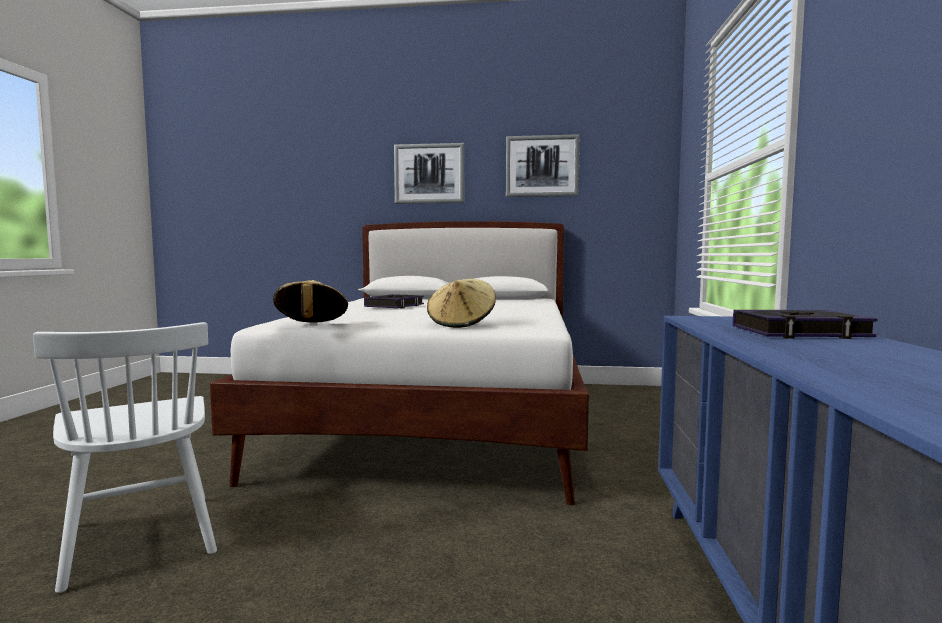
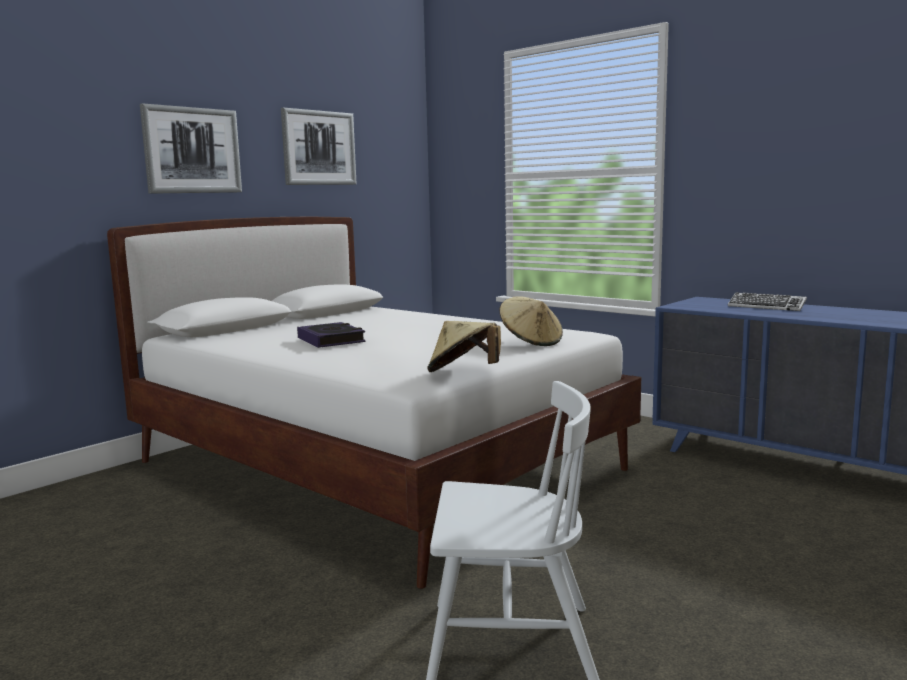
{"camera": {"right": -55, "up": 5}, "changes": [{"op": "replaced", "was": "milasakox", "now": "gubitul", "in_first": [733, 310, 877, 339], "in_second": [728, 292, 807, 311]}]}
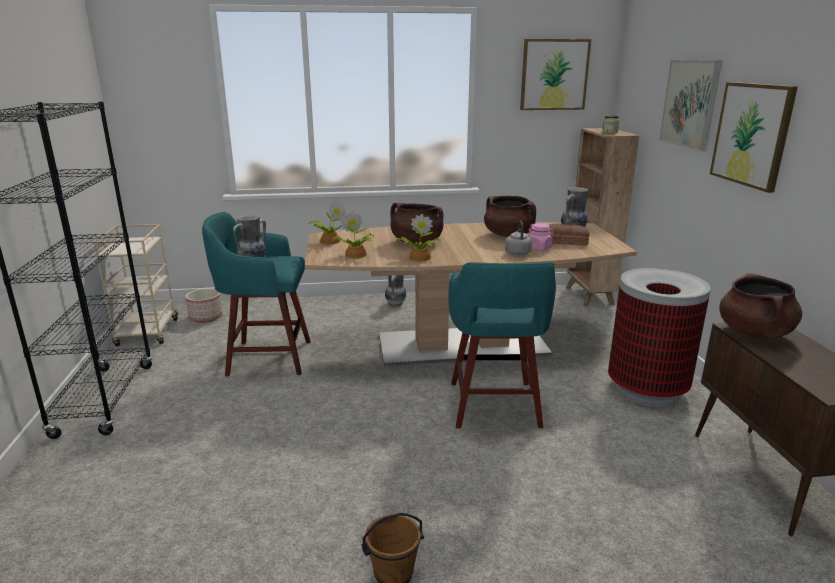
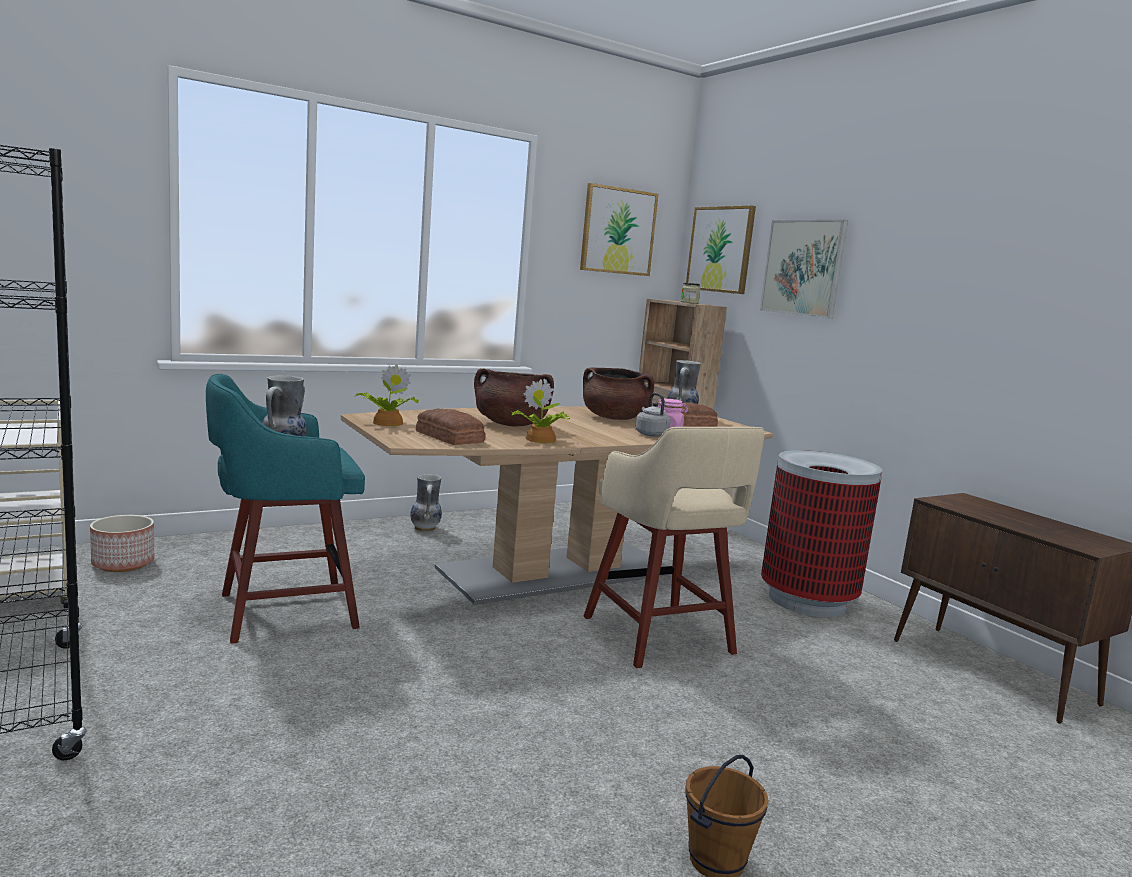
{"camera": {"right": -25, "up": -10}, "changes": [{"op": "replaced", "was": "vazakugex", "now": "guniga", "in_first": [332, 212, 374, 258], "in_second": [416, 408, 485, 445]}, {"op": "recoloured", "was": "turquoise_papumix", "now": "beige_papumix", "in_first": [448, 262, 556, 428], "in_second": [583, 427, 764, 668]}, {"op": "moved", "was": "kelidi", "in_first": [710, 82, 798, 193], "in_second": [686, 205, 756, 294]}, {"op": "removed", "was": "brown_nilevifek", "in_first": [719, 273, 802, 339]}]}
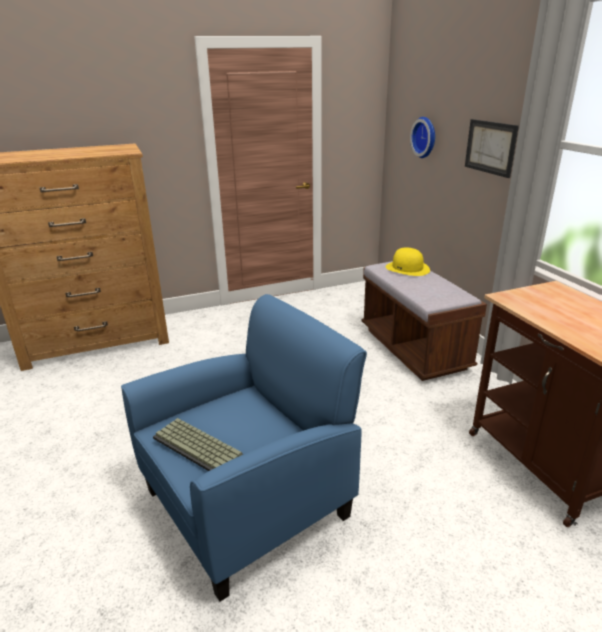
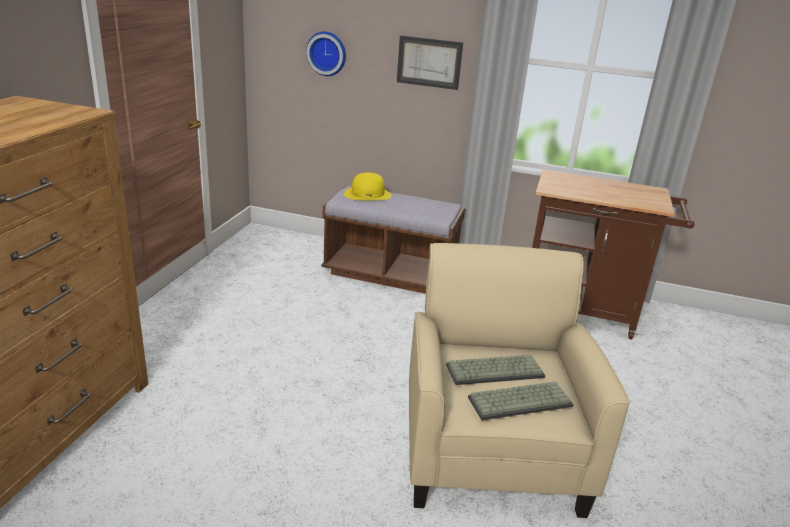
{"camera": {"right": -55, "up": 0}, "changes": [{"op": "recoloured", "was": "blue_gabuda", "now": "beige_gabuda", "in_first": [121, 294, 367, 602], "in_second": [409, 243, 630, 518]}, {"op": "added", "now": "gubitul", "in_second": [446, 355, 545, 385]}]}
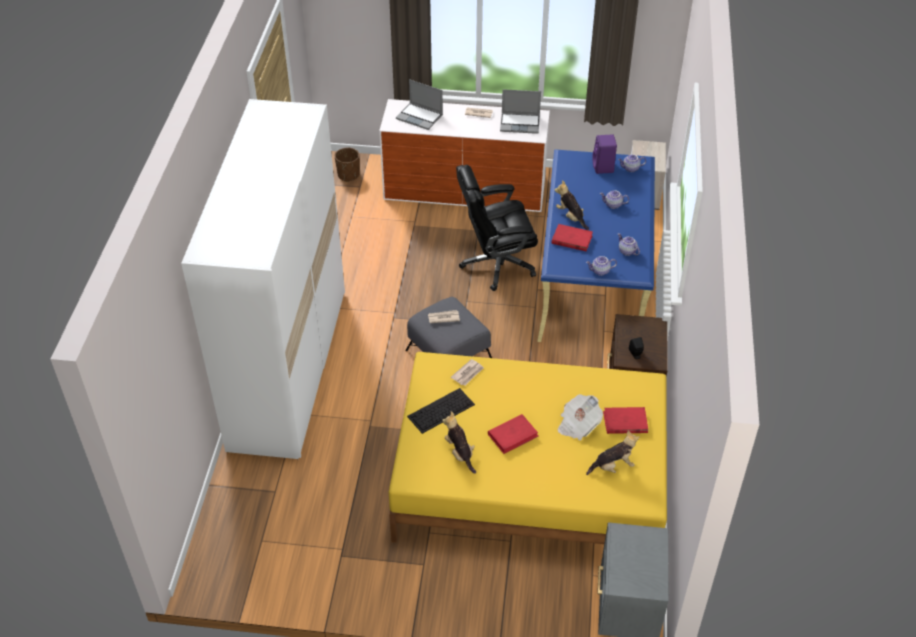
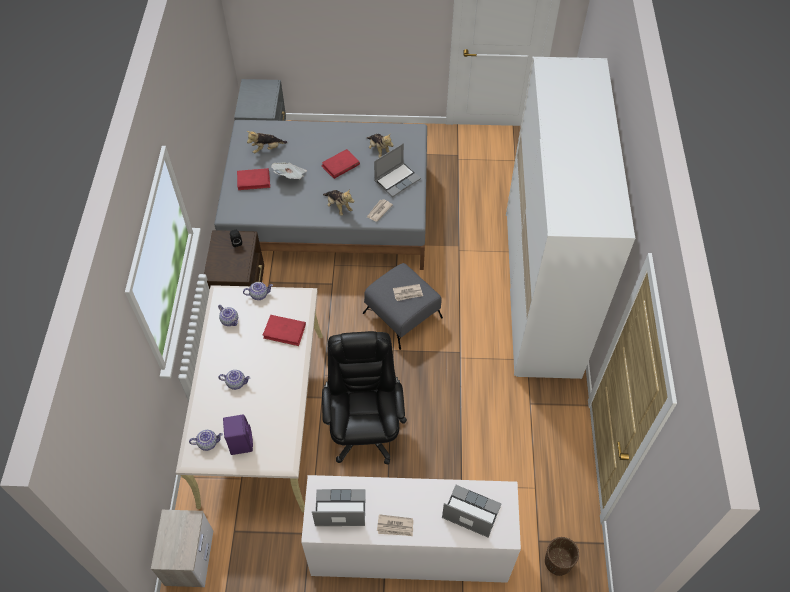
{"camera": {"right": 175, "up": 10}, "changes": [{"op": "recoloured", "was": "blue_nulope", "now": "beige_nulope", "in_first": [537, 150, 655, 342], "in_second": [176, 285, 323, 512]}, {"op": "recoloured", "was": "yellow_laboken", "now": "grey_laboken", "in_first": [389, 352, 667, 544], "in_second": [214, 120, 427, 270]}, {"op": "turned", "was": "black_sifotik", "in_first": [456, 165, 538, 291], "in_second": [322, 331, 407, 465], "clockwise": -75}, {"op": "moved", "was": "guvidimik", "in_first": [555, 180, 589, 230], "in_second": [323, 189, 354, 216]}, {"op": "replaced", "was": "gubitul", "now": "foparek", "in_first": [407, 388, 475, 434], "in_second": [374, 143, 421, 197]}]}
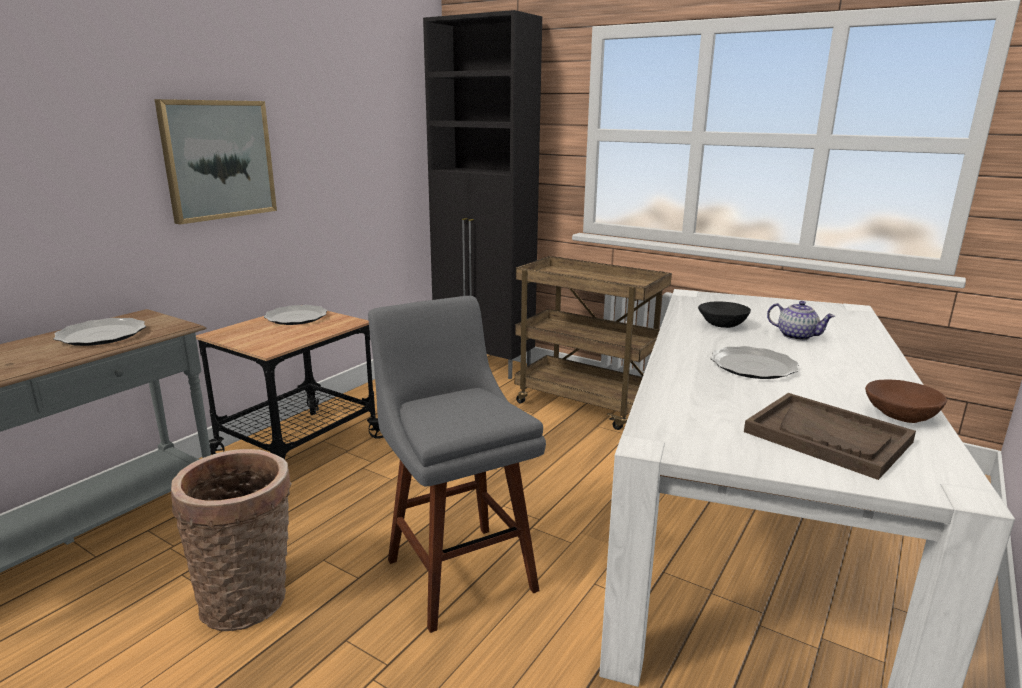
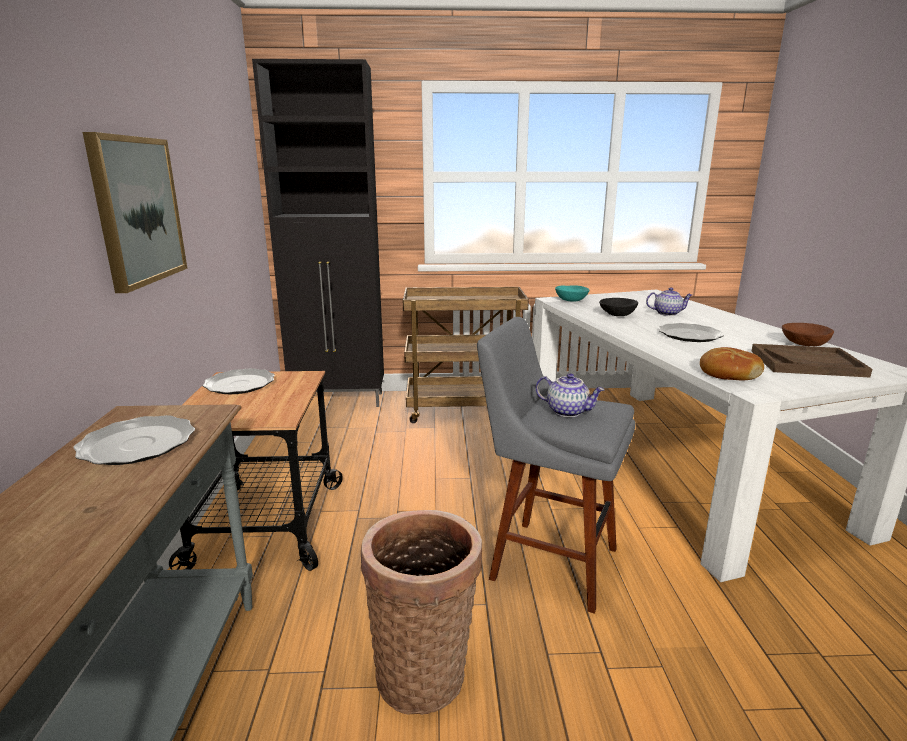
{"camera": {"right": -35, "up": 0}, "changes": [{"op": "added", "now": "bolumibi", "in_second": [536, 373, 605, 417]}, {"op": "added", "now": "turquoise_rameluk", "in_second": [555, 285, 590, 302]}, {"op": "added", "now": "guniga", "in_second": [700, 347, 764, 380]}]}
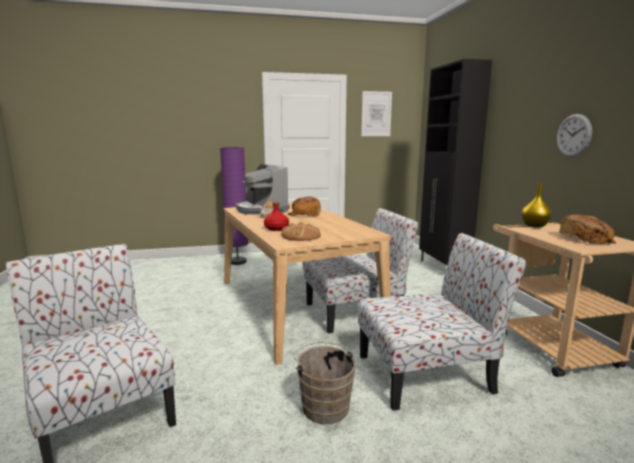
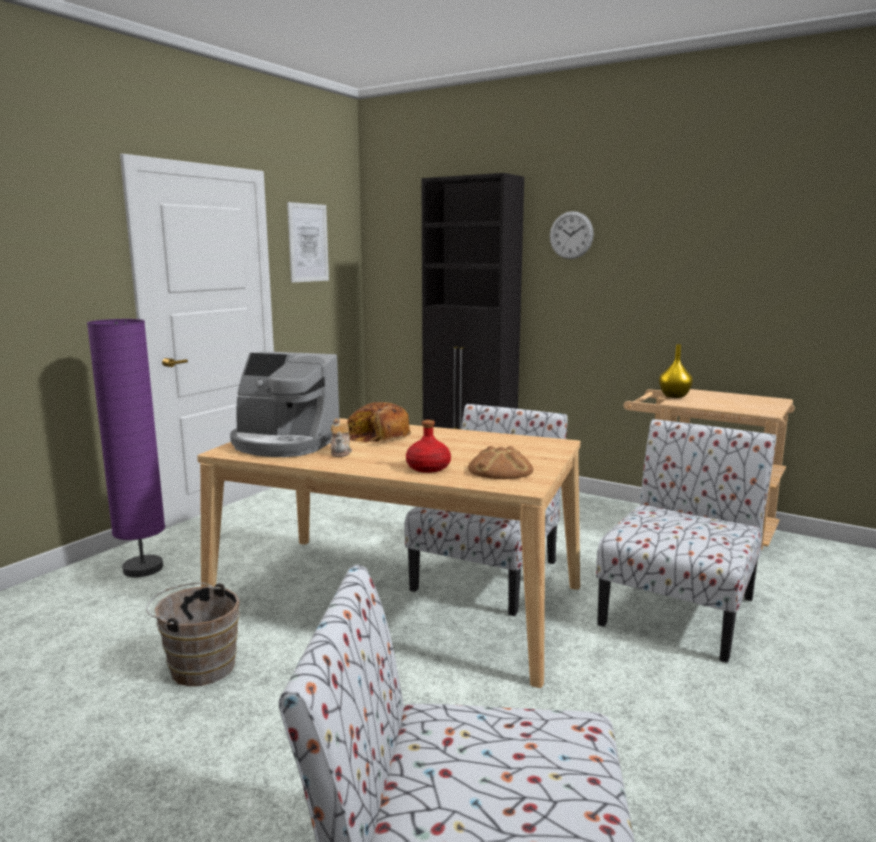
{"camera": {"right": -45, "up": 0}, "changes": [{"op": "moved", "was": "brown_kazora", "in_first": [294, 342, 356, 424], "in_second": [146, 583, 240, 686]}, {"op": "moved", "was": "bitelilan", "in_first": [557, 114, 592, 157], "in_second": [550, 211, 594, 259]}, {"op": "removed", "was": "guniga", "in_first": [559, 214, 616, 244]}]}
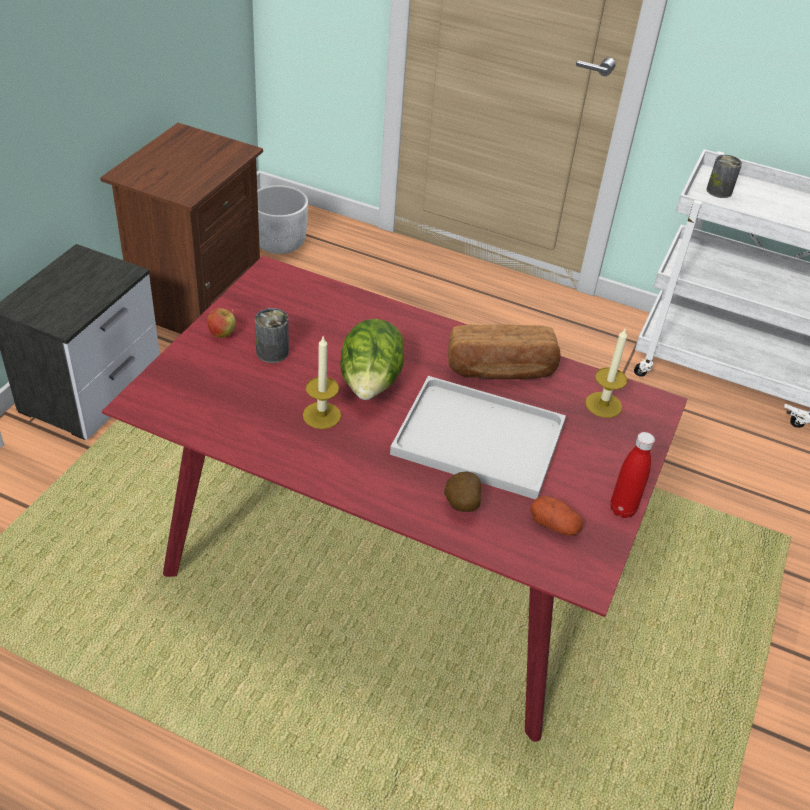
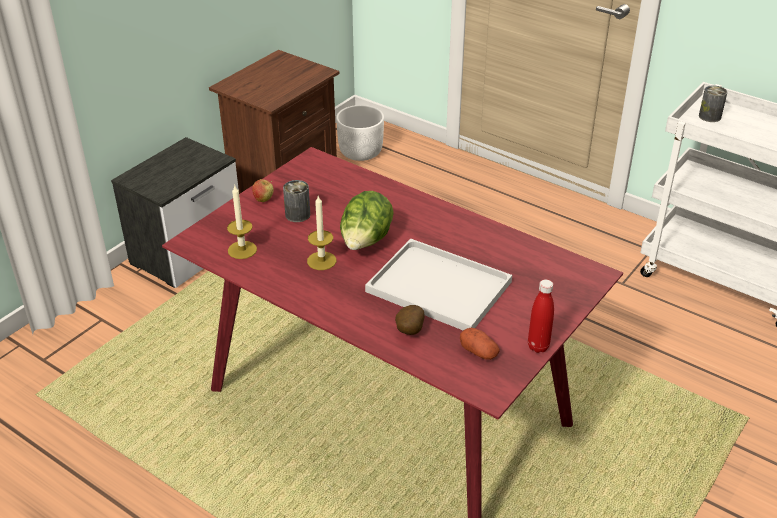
{"camera": {"right": 15, "up": -5}, "changes": [{"op": "moved", "was": "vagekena", "in_first": [585, 327, 627, 418], "in_second": [227, 186, 257, 259]}, {"op": "removed", "was": "guniga", "in_first": [448, 324, 561, 379]}]}
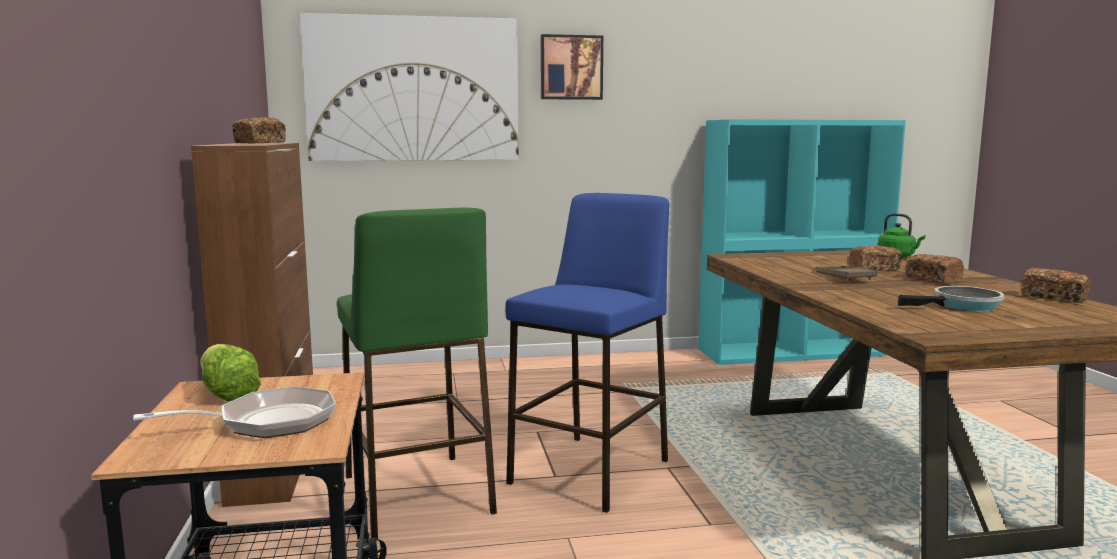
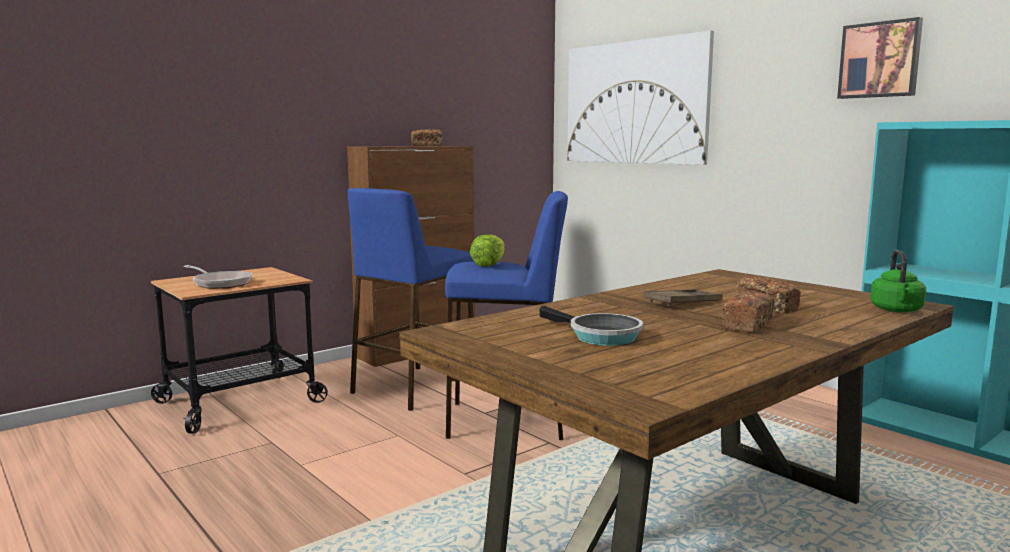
{"camera": {"right": 60, "up": 0}, "changes": [{"op": "recoloured", "was": "green_papumix", "now": "blue_papumix", "in_first": [337, 208, 497, 539], "in_second": [348, 188, 474, 411]}, {"op": "moved", "was": "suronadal", "in_first": [200, 344, 261, 402], "in_second": [470, 235, 505, 267]}, {"op": "moved", "was": "kelidi", "in_first": [540, 34, 603, 100], "in_second": [837, 17, 923, 99]}, {"op": "removed", "was": "guniga", "in_first": [1021, 268, 1091, 303]}]}
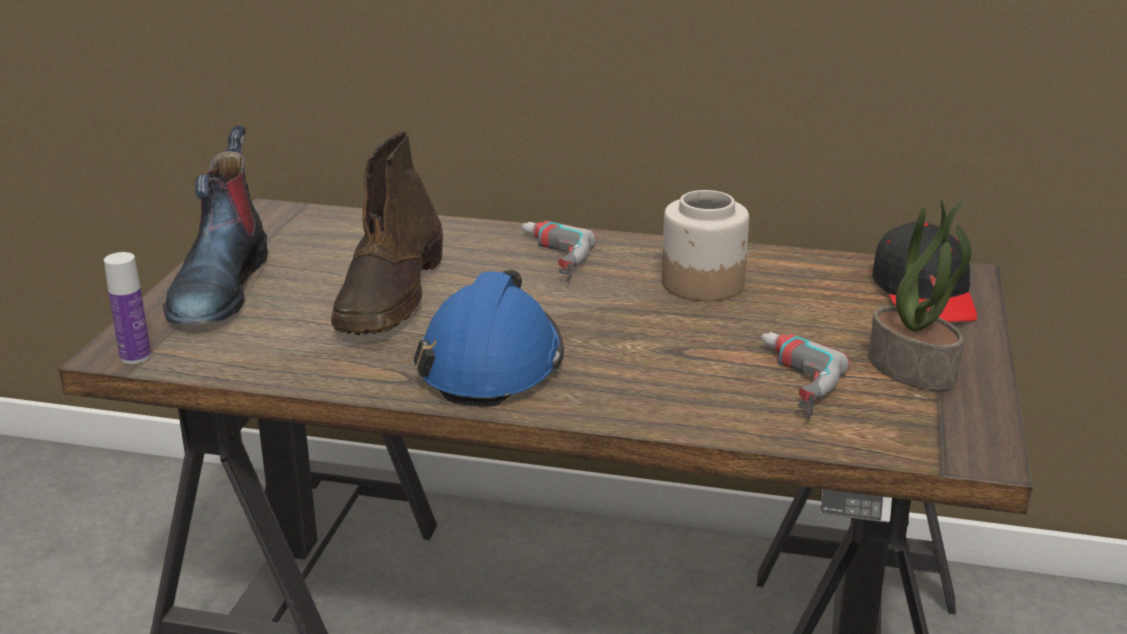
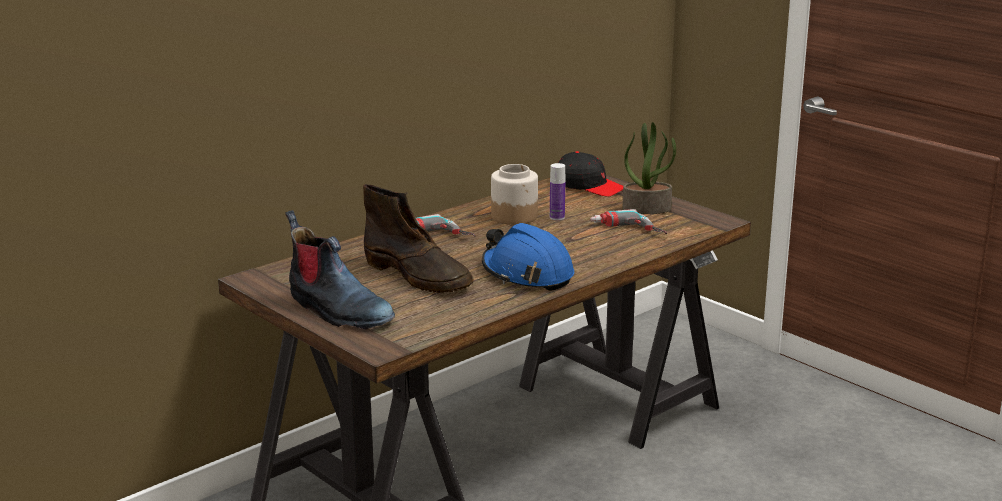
{"camera": {"right": -55, "up": -5}, "changes": [{"op": "moved", "was": "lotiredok", "in_first": [104, 252, 151, 364], "in_second": [550, 163, 565, 220]}]}
